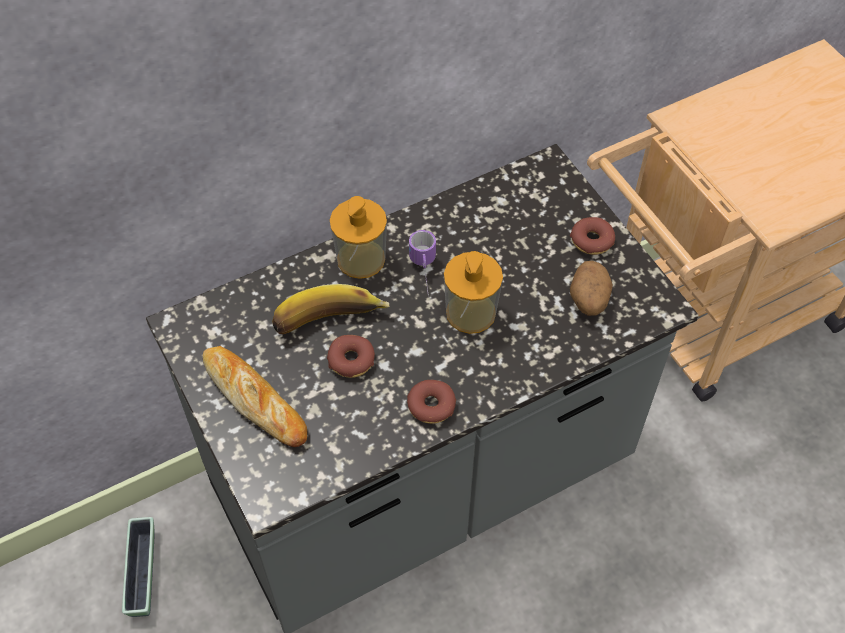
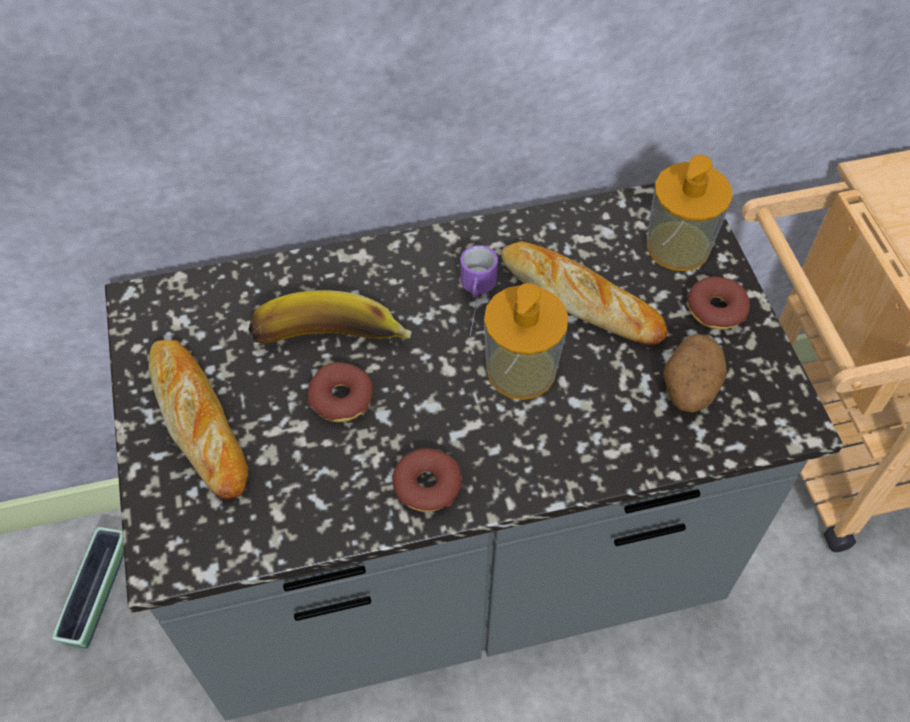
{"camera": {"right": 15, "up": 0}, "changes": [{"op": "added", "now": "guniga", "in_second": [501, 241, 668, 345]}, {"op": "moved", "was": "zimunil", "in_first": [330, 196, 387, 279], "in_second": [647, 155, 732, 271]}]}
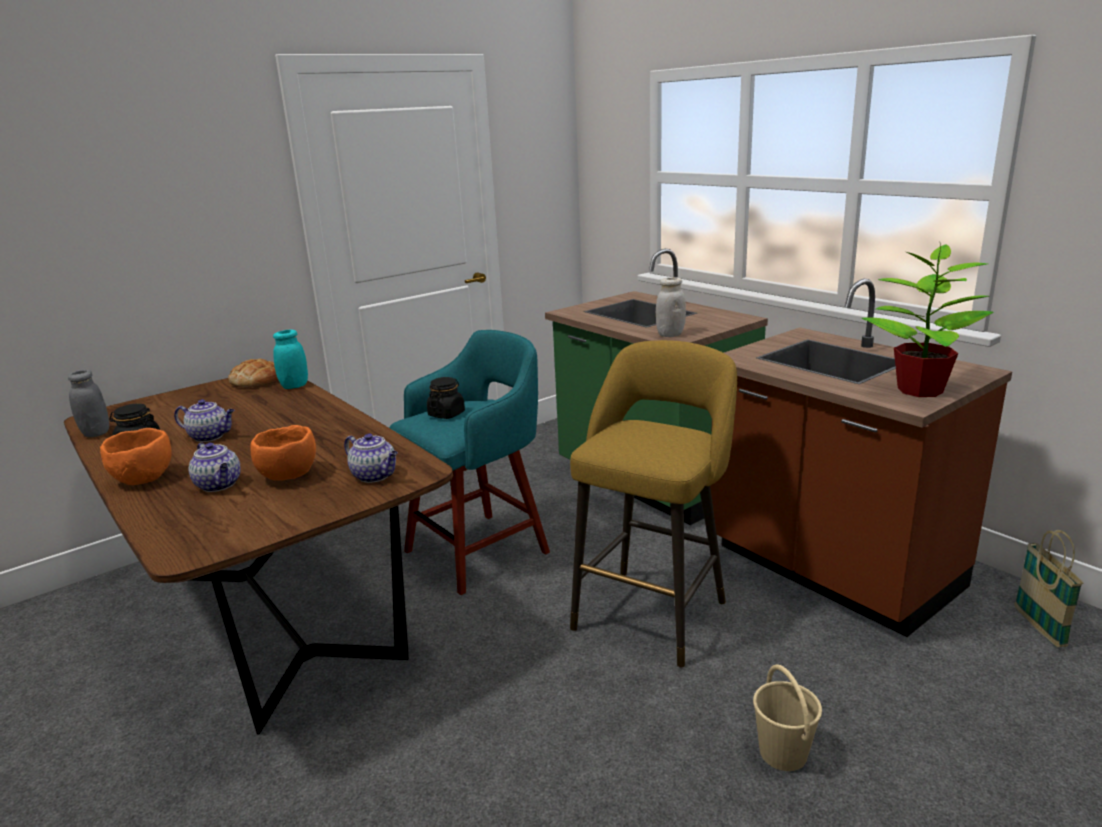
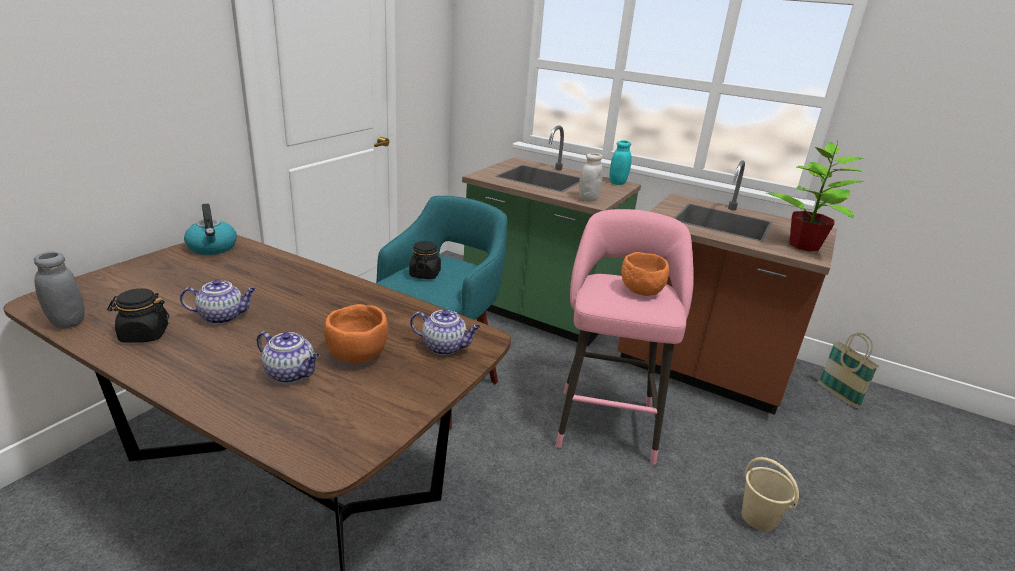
{"camera": {"right": -25, "up": 5}, "changes": [{"op": "replaced", "was": "guniga", "now": "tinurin", "in_first": [228, 359, 278, 387], "in_second": [184, 204, 237, 255]}, {"op": "recoloured", "was": "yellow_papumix", "now": "pink_papumix", "in_first": [570, 340, 737, 667], "in_second": [556, 209, 694, 465]}, {"op": "moved", "was": "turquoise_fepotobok", "in_first": [273, 330, 308, 389], "in_second": [610, 140, 632, 185]}, {"op": "moved", "was": "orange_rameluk", "in_first": [100, 428, 172, 485], "in_second": [621, 252, 669, 296]}]}
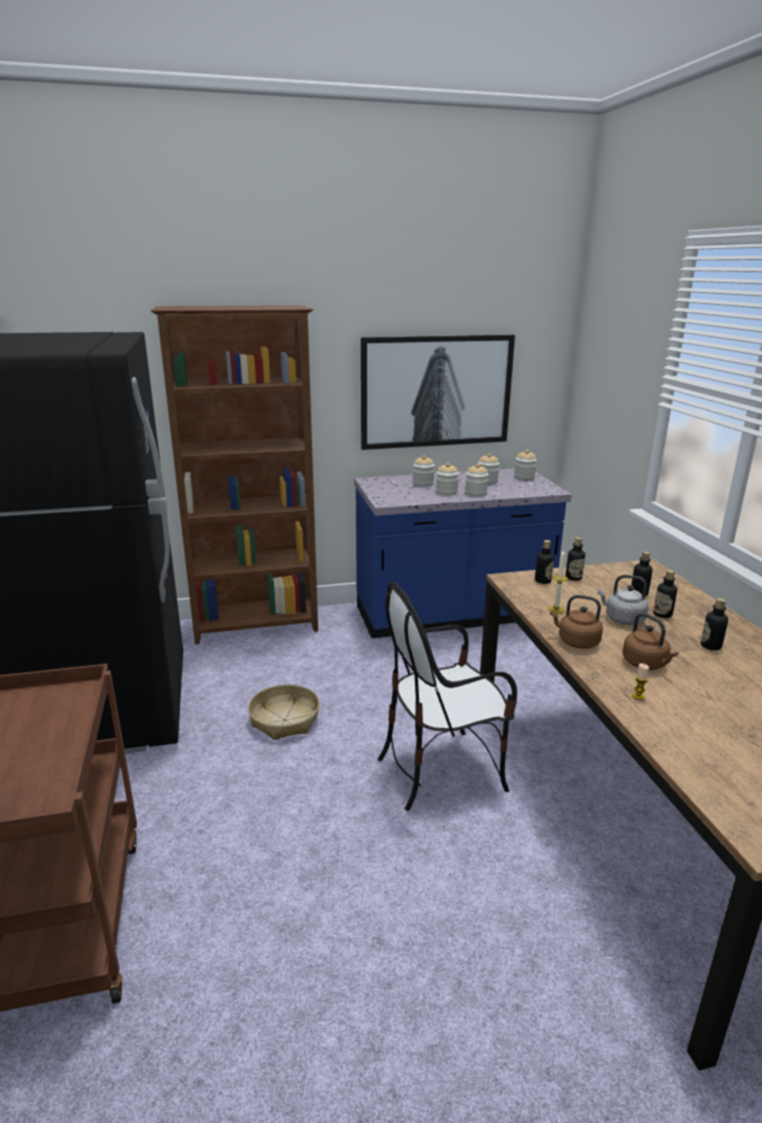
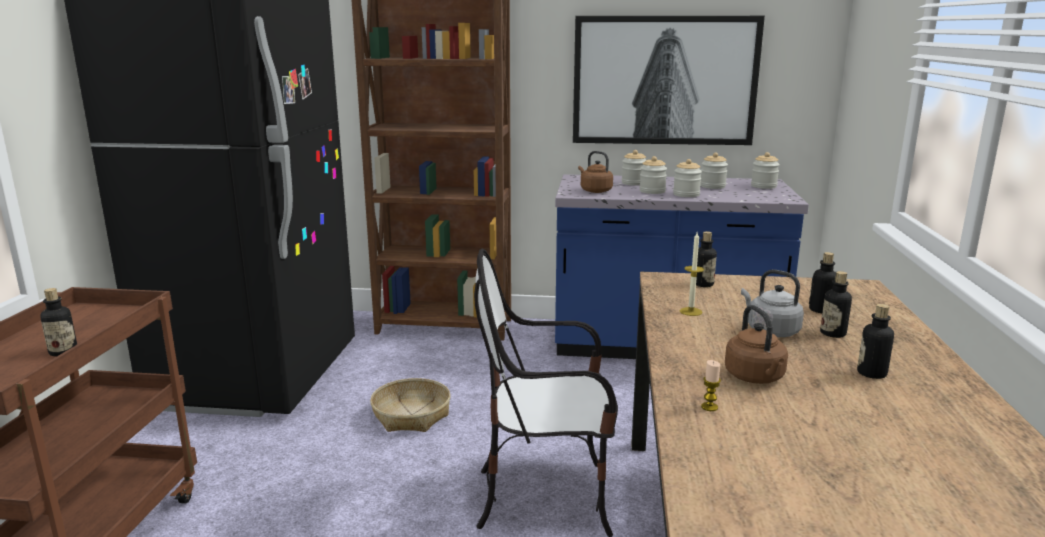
{"camera": {"right": 20, "up": -5}, "changes": [{"op": "moved", "was": "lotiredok", "in_first": [566, 537, 585, 581], "in_second": [40, 288, 77, 356]}, {"op": "moved", "was": "brown_tinurin", "in_first": [550, 595, 603, 649], "in_second": [578, 151, 613, 193]}]}
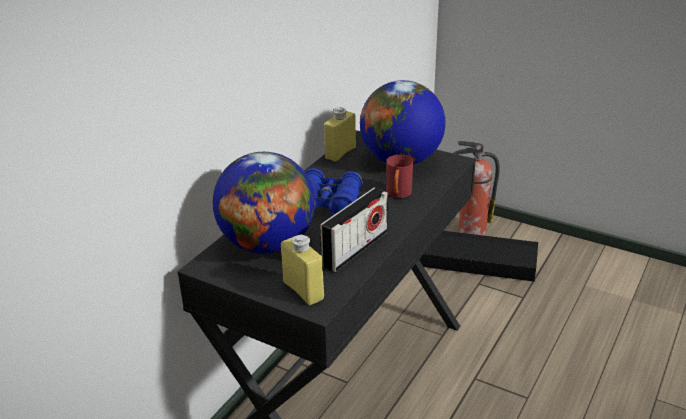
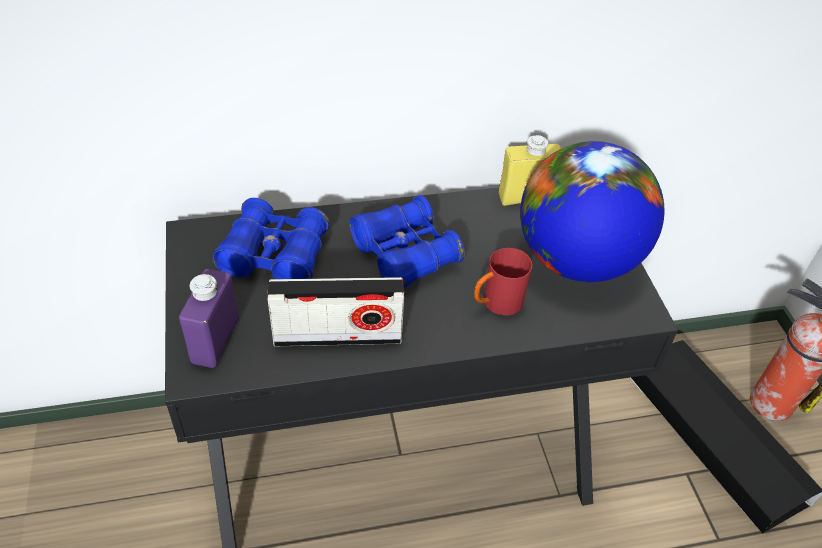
{"camera": {"right": 45, "up": 15}, "changes": [{"op": "recoloured", "was": "yellow_lotiredok", "now": "purple_lotiredok", "in_first": [281, 235, 324, 305], "in_second": [179, 269, 239, 368]}, {"op": "replaced", "was": "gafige", "now": "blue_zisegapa", "in_first": [213, 152, 315, 254], "in_second": [213, 198, 330, 279]}]}
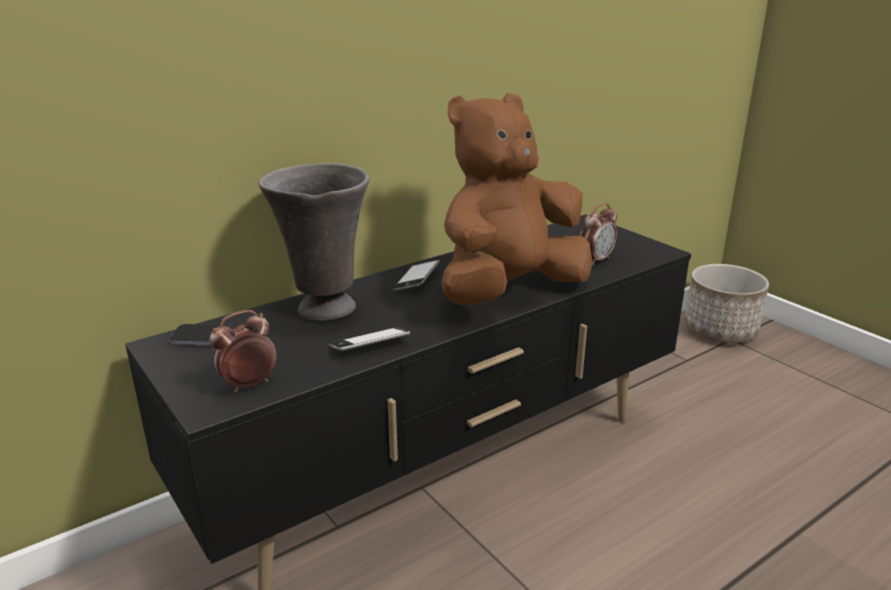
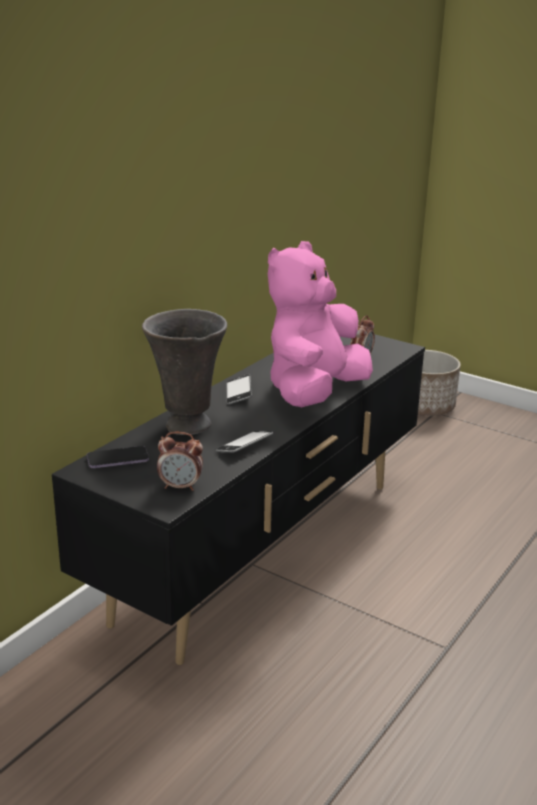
{"camera": {"right": -20, "up": 0}, "changes": [{"op": "turned", "was": "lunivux", "in_first": [210, 310, 276, 393], "in_second": [157, 431, 203, 491], "clockwise": -120}, {"op": "recoloured", "was": "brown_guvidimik", "now": "pink_guvidimik", "in_first": [441, 93, 593, 305], "in_second": [268, 241, 373, 407]}]}
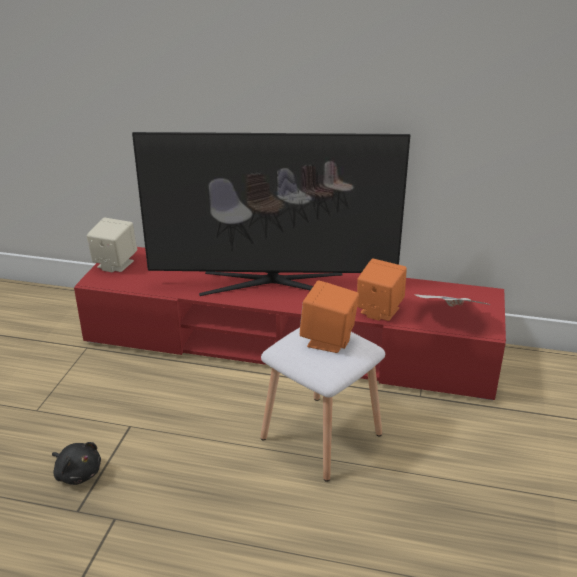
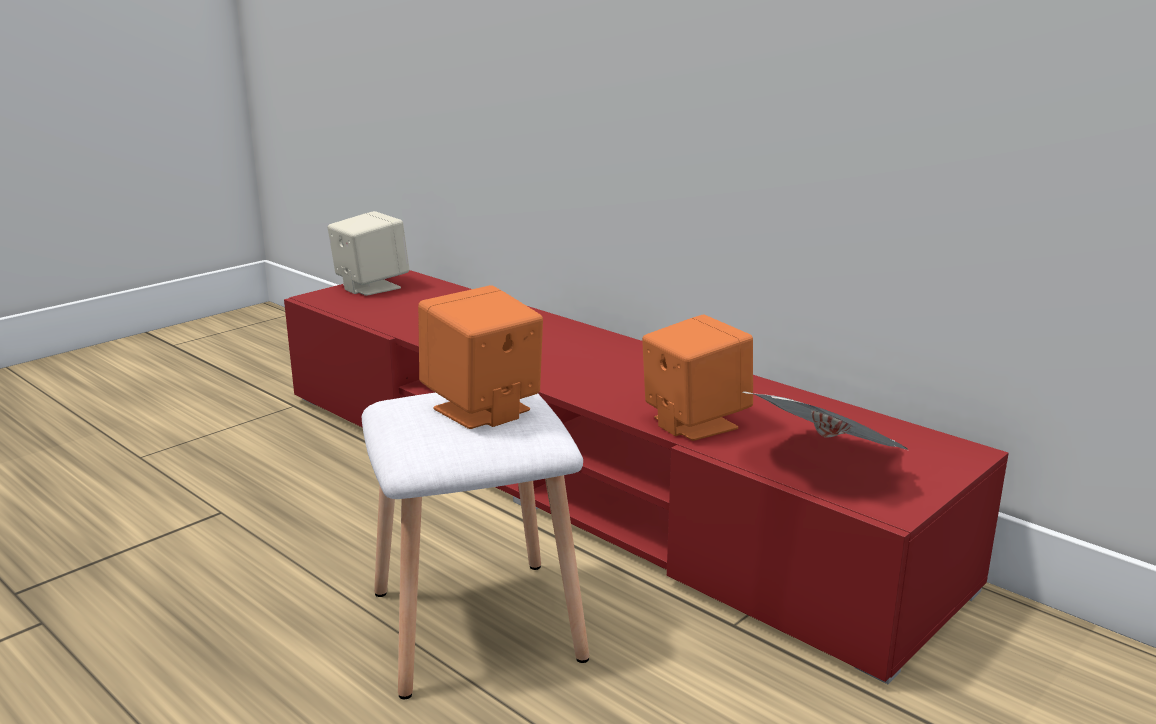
{"camera": {"right": 30, "up": -10}, "changes": [{"op": "removed", "was": "black_guvidimik", "in_first": [52, 442, 101, 485]}, {"op": "removed", "was": "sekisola", "in_first": [132, 132, 410, 296]}]}
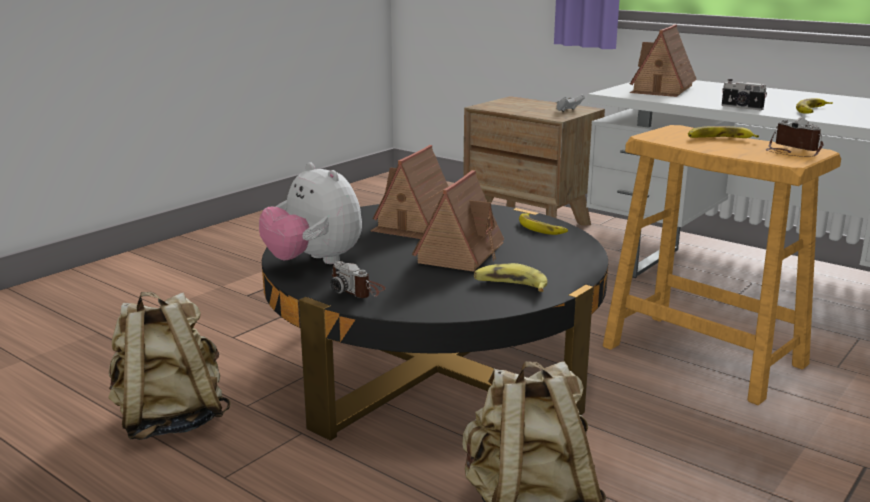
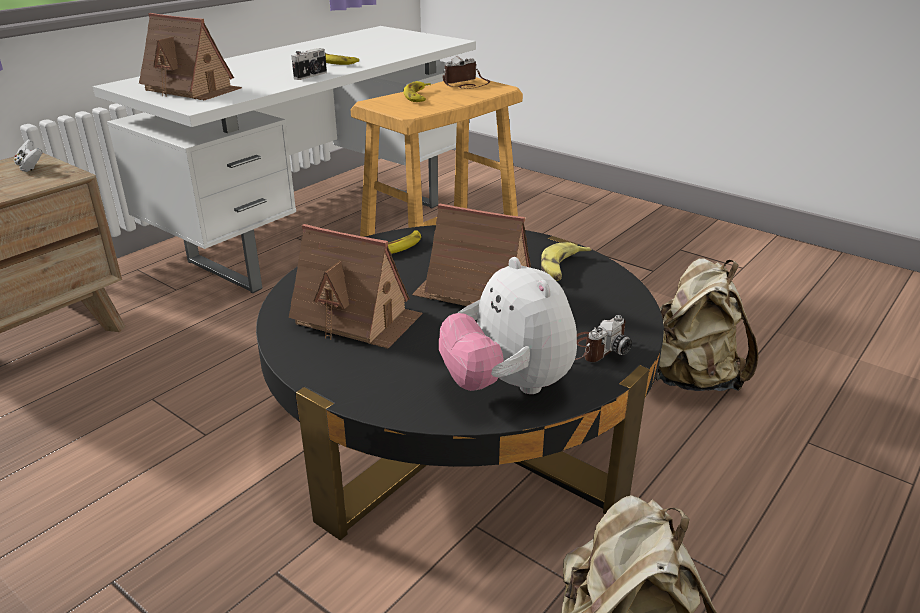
{"camera": {"right": -90, "up": 10}, "changes": [{"op": "turned", "was": "guvidimik", "in_first": [259, 162, 362, 264], "in_second": [439, 257, 577, 394], "clockwise": 105}]}
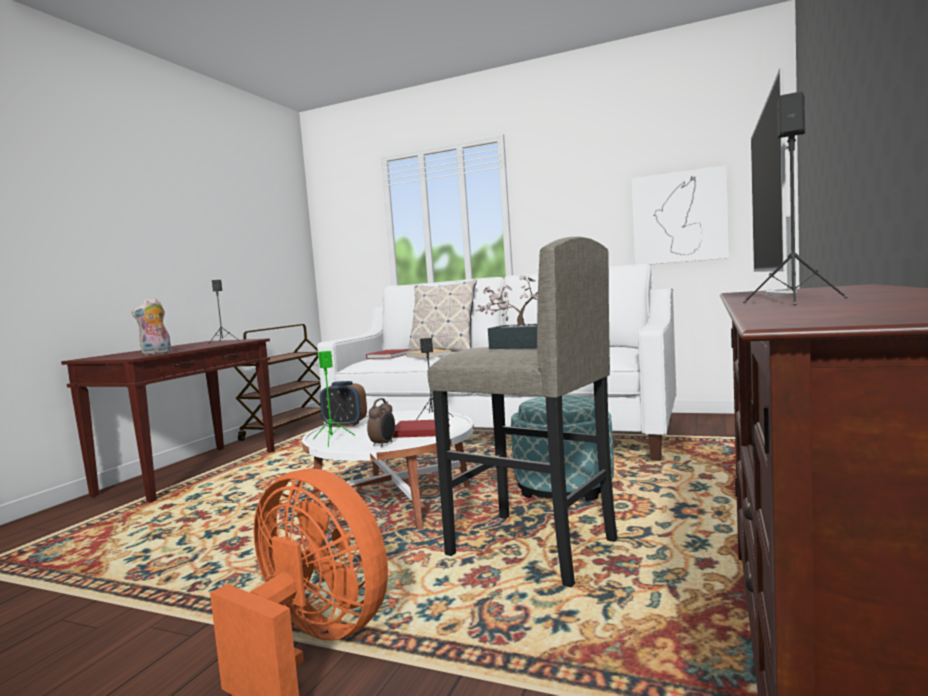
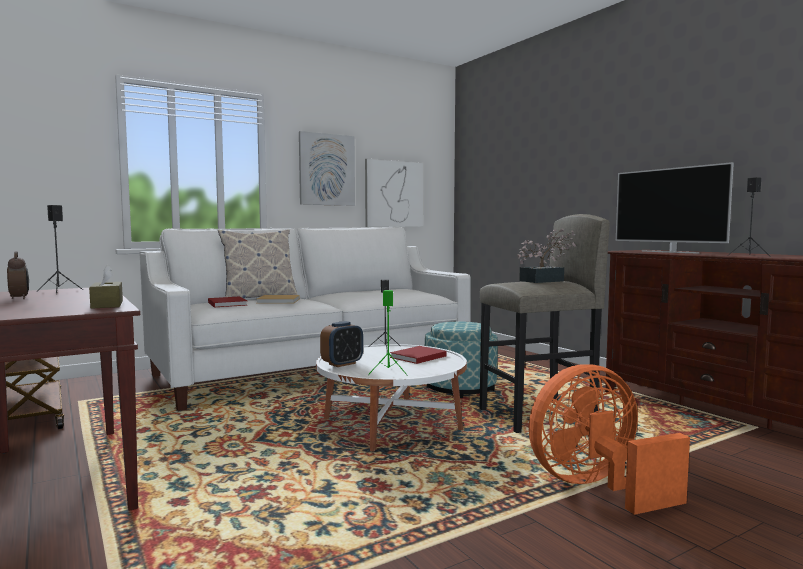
{"camera": {"right": -55, "up": 0}, "changes": [{"op": "moved", "was": "lunivux", "in_first": [367, 398, 395, 448], "in_second": [7, 251, 29, 299]}, {"op": "replaced", "was": "guvidimik", "now": "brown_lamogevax", "in_first": [131, 298, 172, 355], "in_second": [89, 264, 123, 309]}, {"op": "added", "now": "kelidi", "in_second": [299, 131, 355, 206]}]}
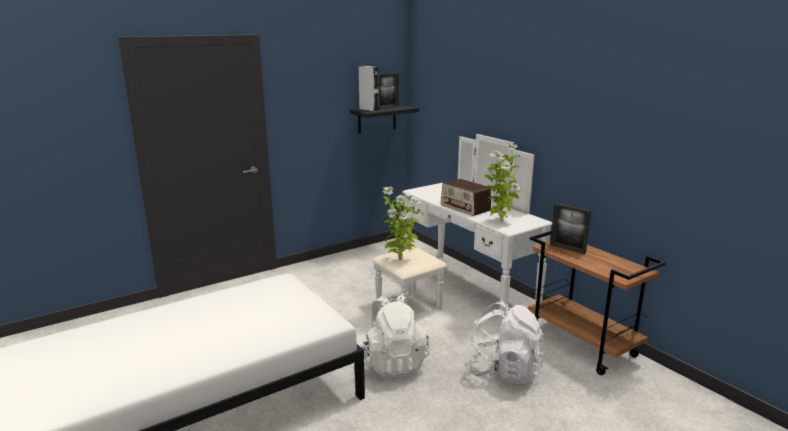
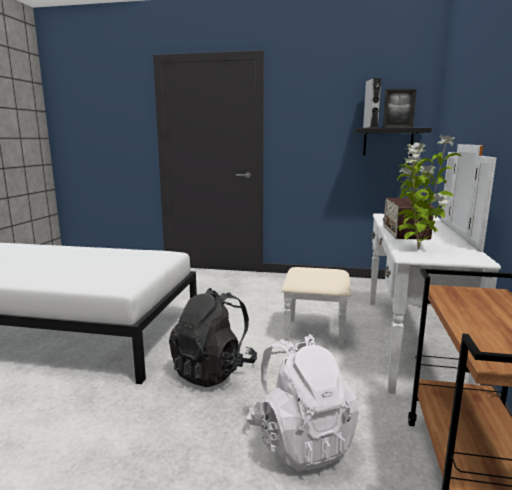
{"camera": {"right": 45, "up": -5}, "changes": [{"op": "recoloured", "was": "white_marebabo", "now": "black_marebabo", "in_first": [360, 294, 429, 378], "in_second": [169, 288, 257, 388]}, {"op": "removed", "was": "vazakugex", "in_first": [382, 187, 423, 261]}, {"op": "removed", "was": "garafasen", "in_first": [550, 203, 591, 254]}]}
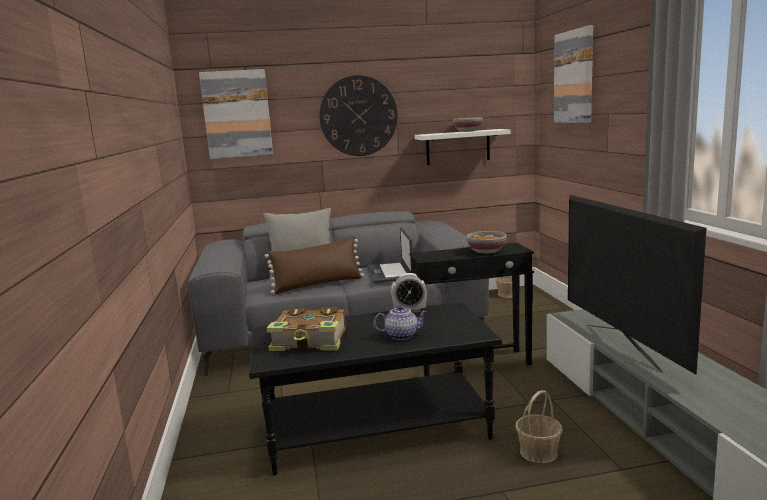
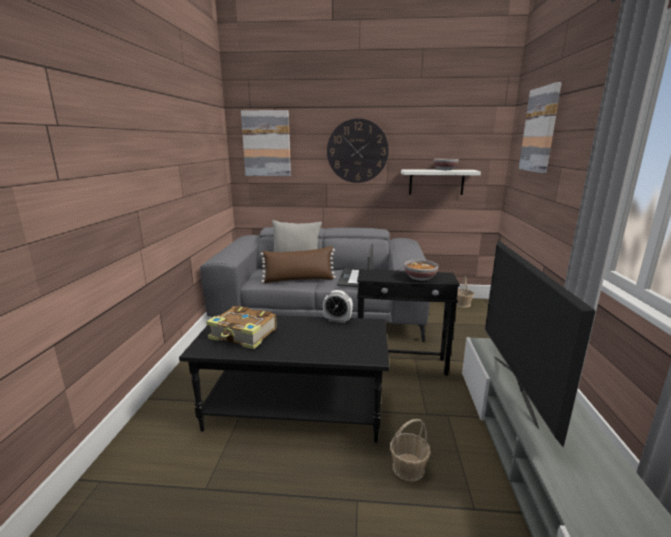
{"camera": {"right": 15, "up": 5}, "changes": [{"op": "removed", "was": "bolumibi", "in_first": [374, 305, 428, 340]}]}
